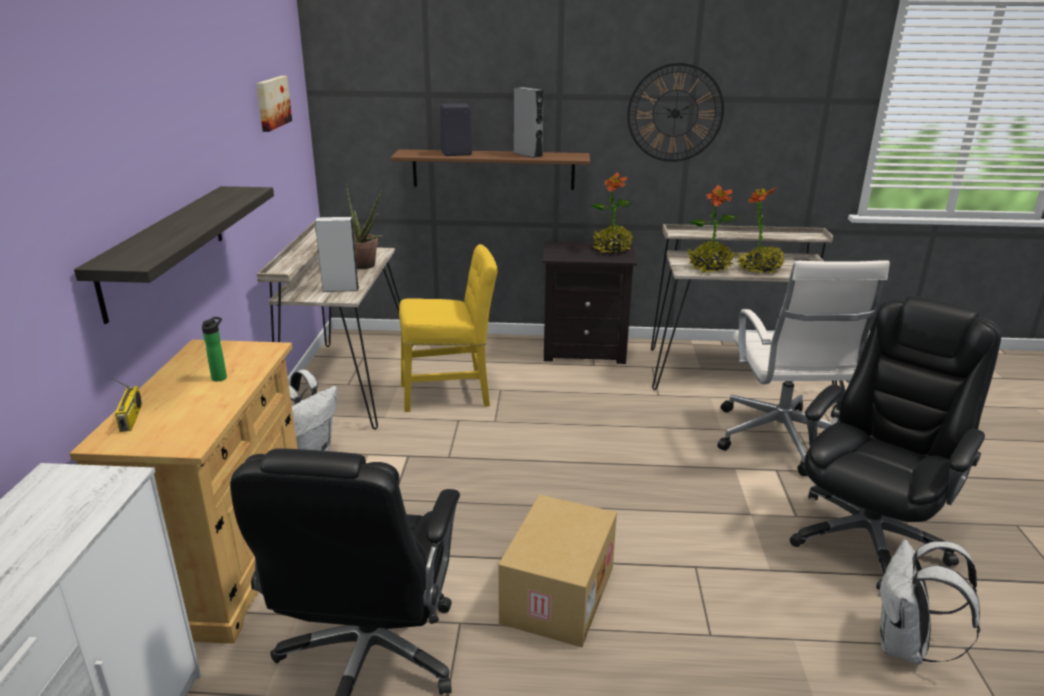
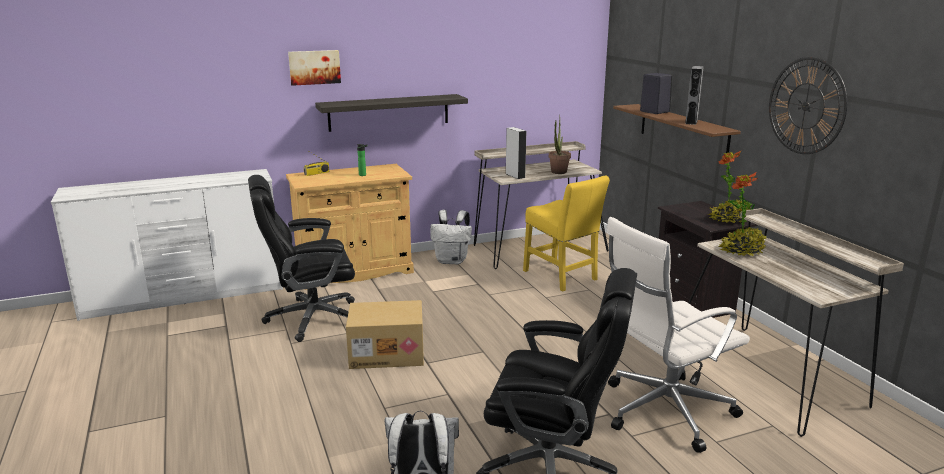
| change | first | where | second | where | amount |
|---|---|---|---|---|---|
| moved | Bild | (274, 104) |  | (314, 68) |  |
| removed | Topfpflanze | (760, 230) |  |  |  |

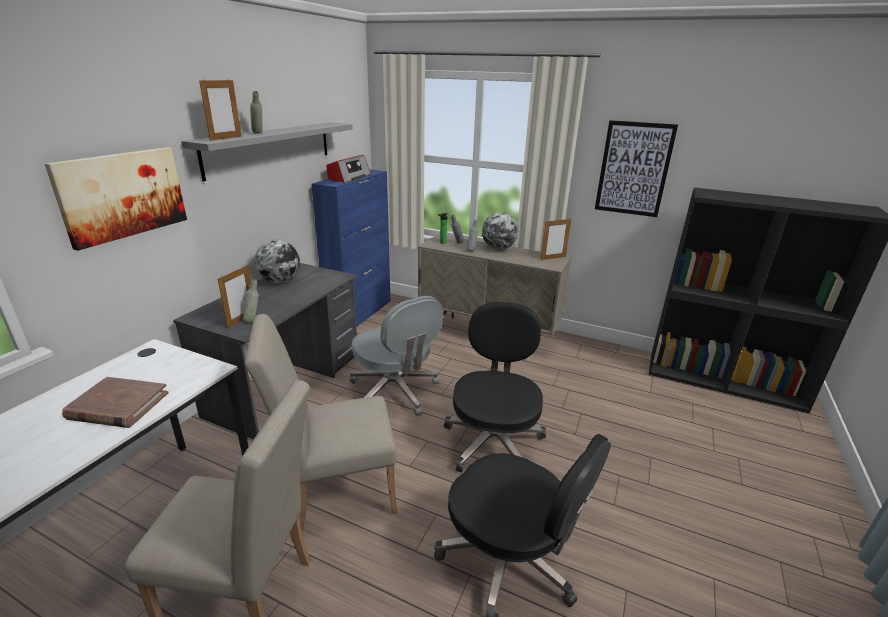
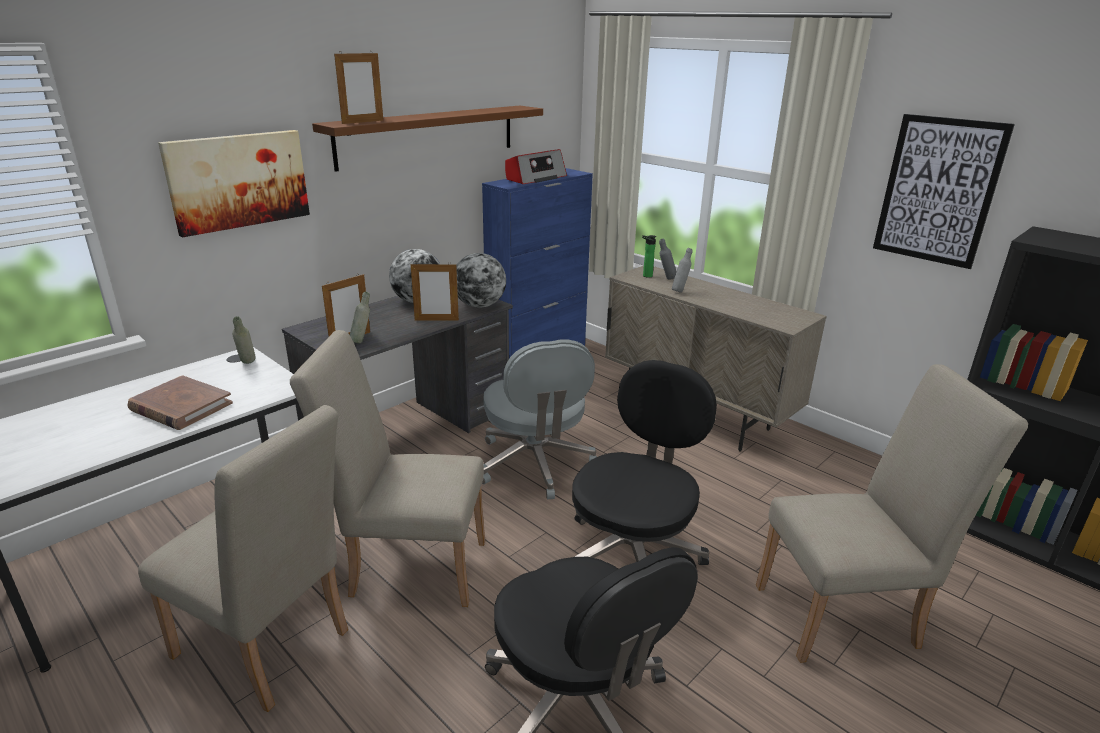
| change | first | where | second | where | amount |
|---|---|---|---|---|---|
| moved | Flasche/grau | (256, 112) |  | (244, 340) |  |
| recoloured | Wandregal/grau | (267, 151) | Wandregal/braun | (427, 139) |  |
| moved | Globus | (500, 231) |  | (481, 280) |  |
| moved | Bilderrahmen | (556, 239) |  | (435, 291) |  |
| added |  |  | Stuhl/beige | (892, 513) |  |

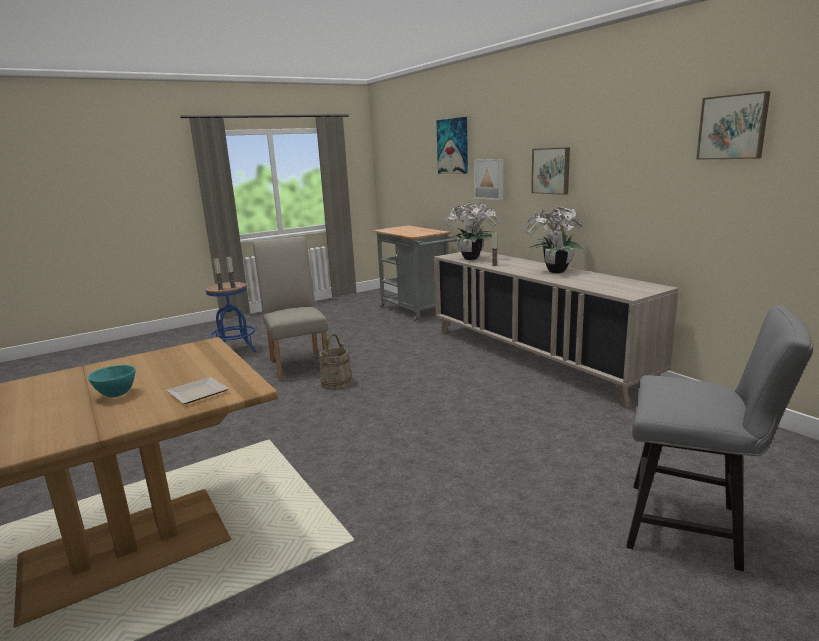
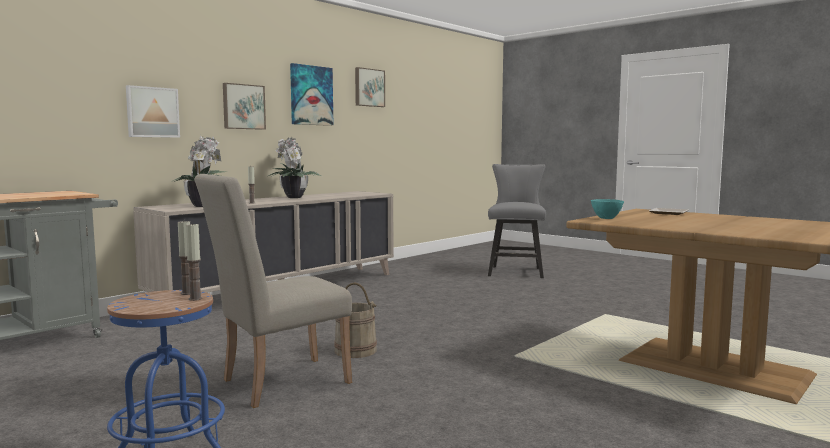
| change | first | where | second | where | amount |
|---|---|---|---|---|---|
| moved | Bild | (452, 145) |  | (312, 94) |  |
| moved | Schüssel/türkis | (112, 381) |  | (607, 209) |  |

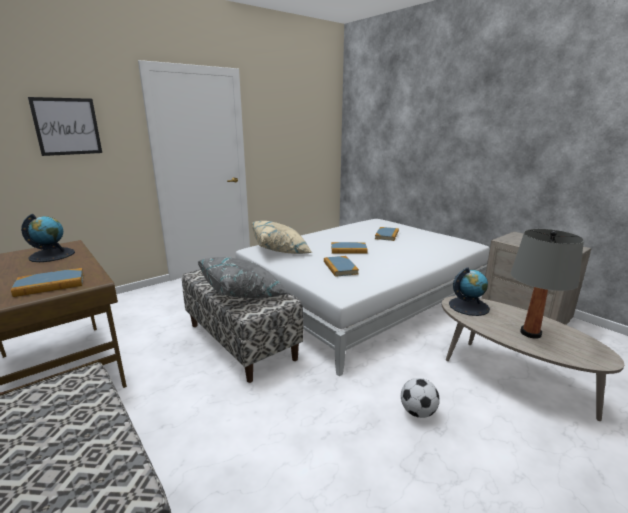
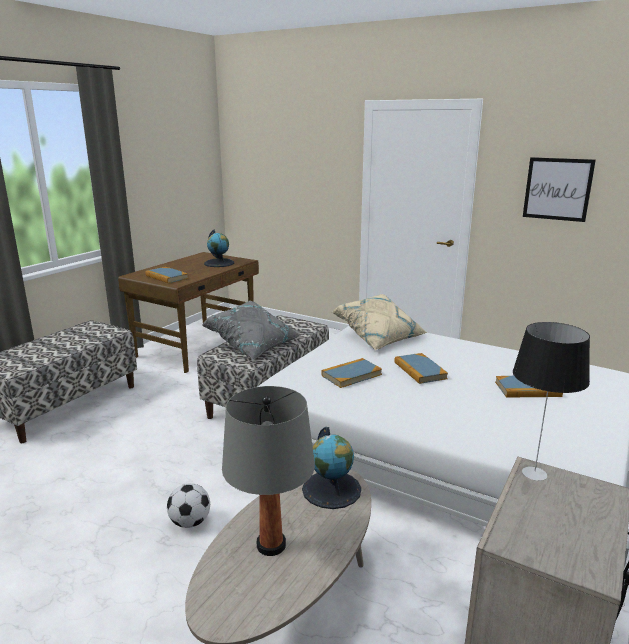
| change | first | where | second | where | amount |
|---|---|---|---|---|---|
| moved | Bild | (65, 126) |  | (559, 189) |  |
| added |  |  | Tischlampe | (551, 401) |  |

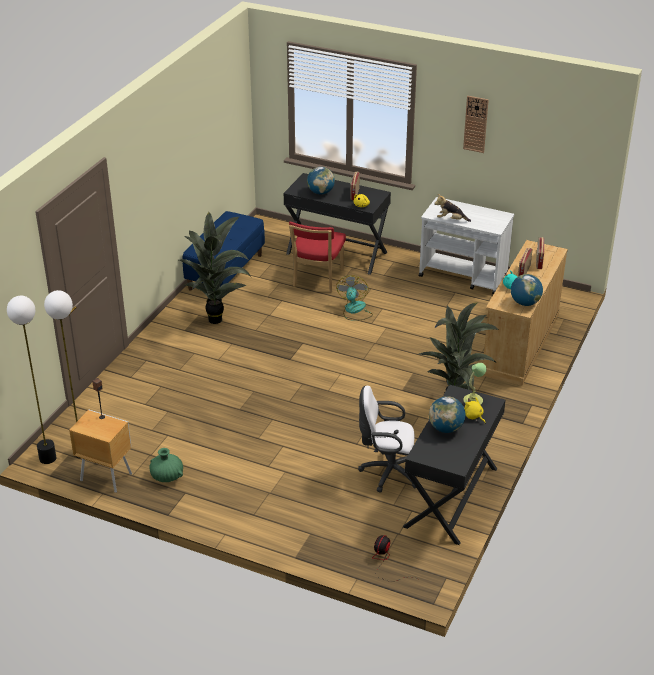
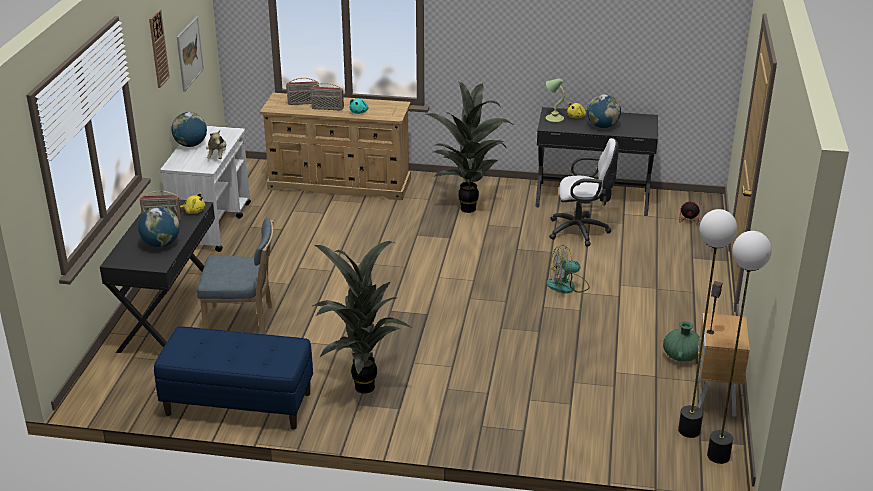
| change | first | where | second | where | amount |
|---|---|---|---|---|---|
| recoloured | Stuhl/rot | (317, 257) | Stuhl/blau | (235, 275) |  |
| moved | Globus | (527, 290) |  | (189, 129) |  |
| moved | Ventilator | (354, 298) |  | (568, 269) |  |
| turned | Bürostuhl/weiß | (387, 439) |  | (584, 192) | 75 degrees counterclockwise |
| added |  |  | Bild | (190, 54) |  |

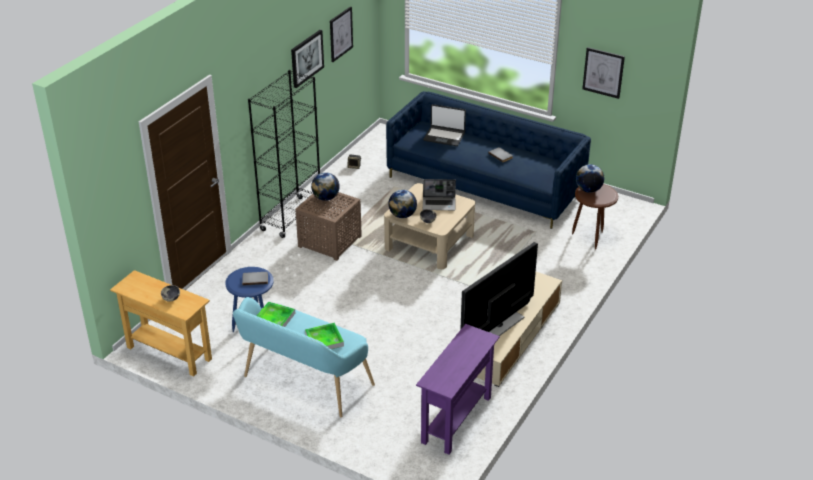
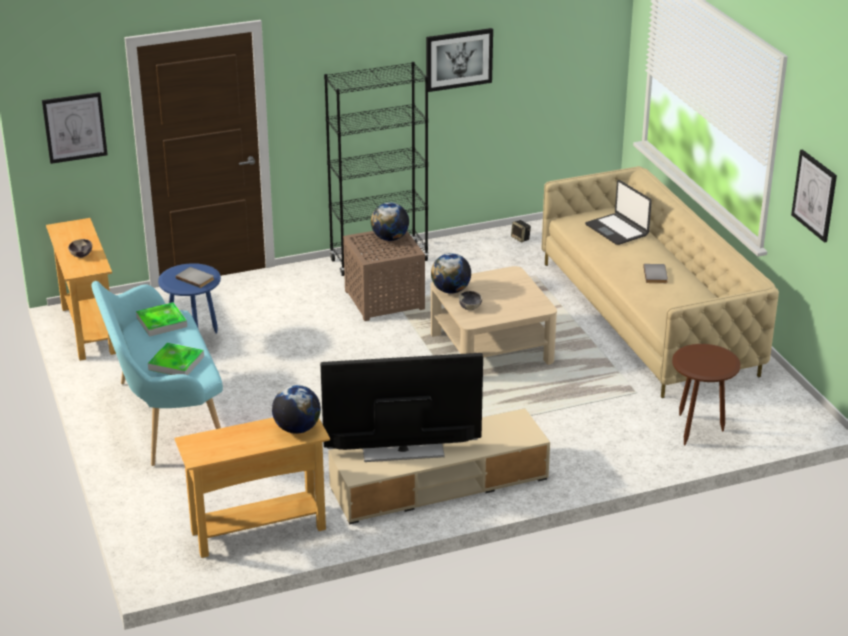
| change | first | where | second | where | amount |
|---|---|---|---|---|---|
| moved | Bild | (341, 34) |  | (75, 128) |  |
| recoloured | Sofa/blau | (488, 160) | Sofa/beige | (660, 282) |  |
| moved | Globus | (590, 178) |  | (296, 409) |  |
| removed | Laptop | (439, 194) |  |  |  |
| recoloured | Konsolentisch/lila | (458, 389) | Konsolentisch/beige | (252, 488) |  |

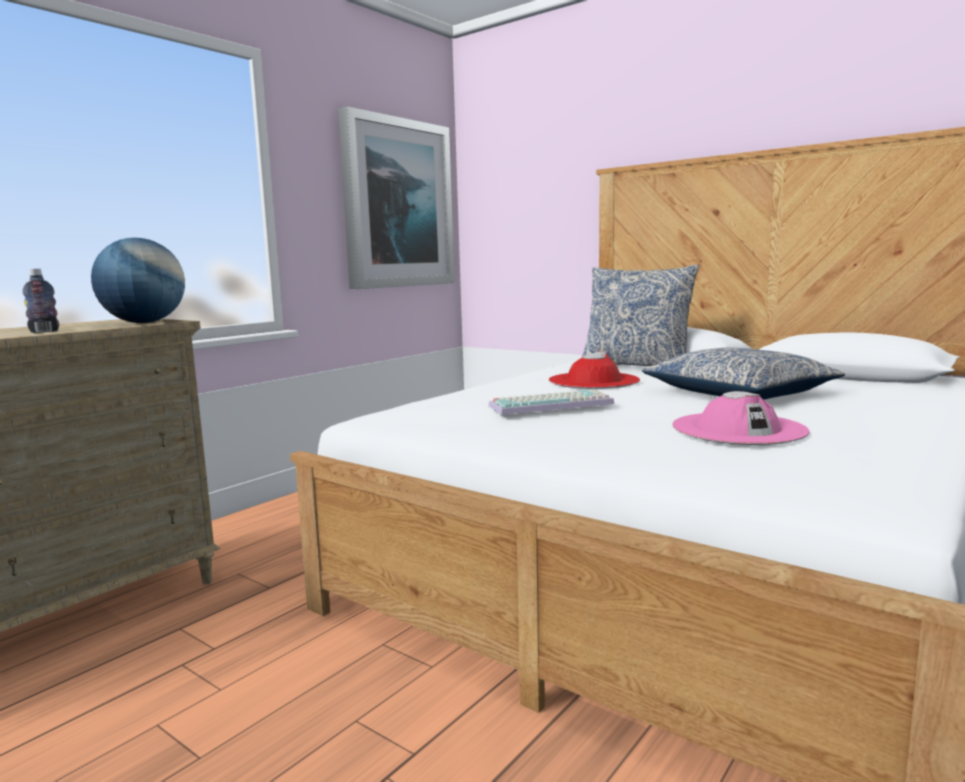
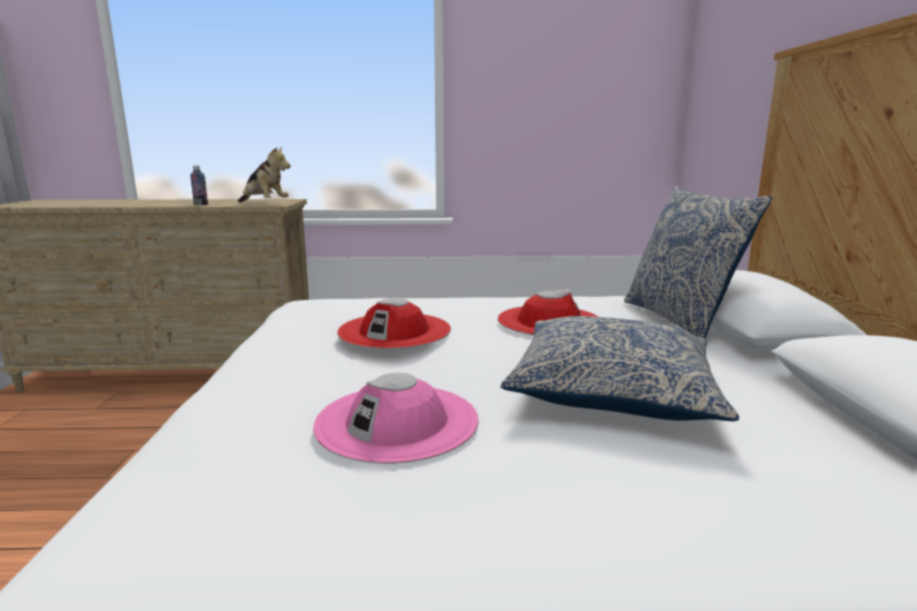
| change | first | where | second | where | amount |
|---|---|---|---|---|---|
| removed | Bild | (396, 197) |  |  |  |
| replaced | Globus | (138, 280) | Plüschtier | (264, 174) |  |
| replaced | Tastatur | (551, 402) | Hut/rot | (394, 323) |  |

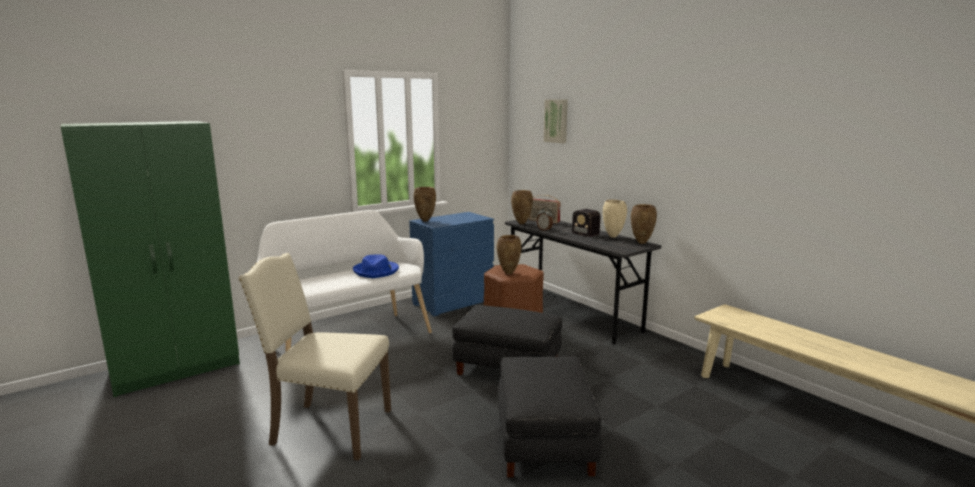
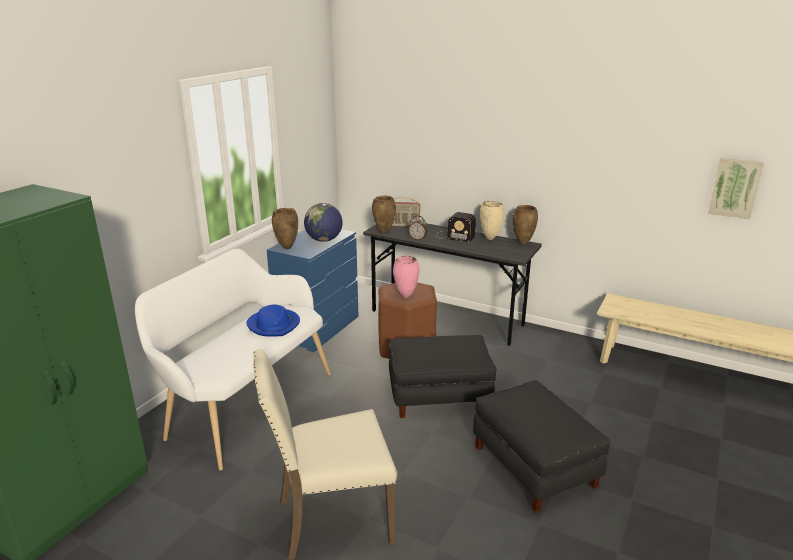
| change | first | where | second | where | amount |
|---|---|---|---|---|---|
| moved | Bild | (556, 121) |  | (736, 188) |  |
| recoloured | Vase/braun | (509, 254) | Vase/rosa | (406, 277) |  |
| added |  |  | Globus | (323, 222) |  |

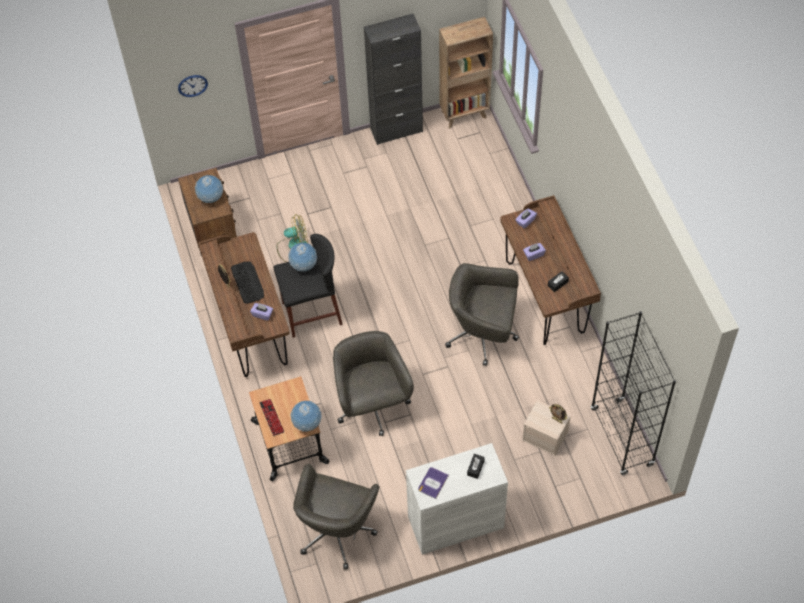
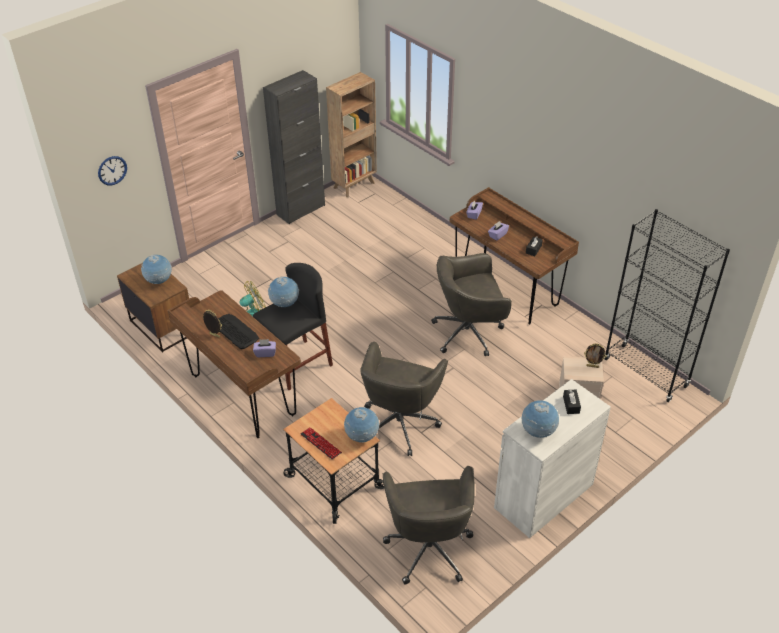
| change | first | where | second | where | amount |
|---|---|---|---|---|---|
| turned | Bürostuhl/grau | (373, 383) |  | (404, 399) | 120 degrees counterclockwise |
| replaced | Buch | (433, 483) | Globus | (540, 419) |  |

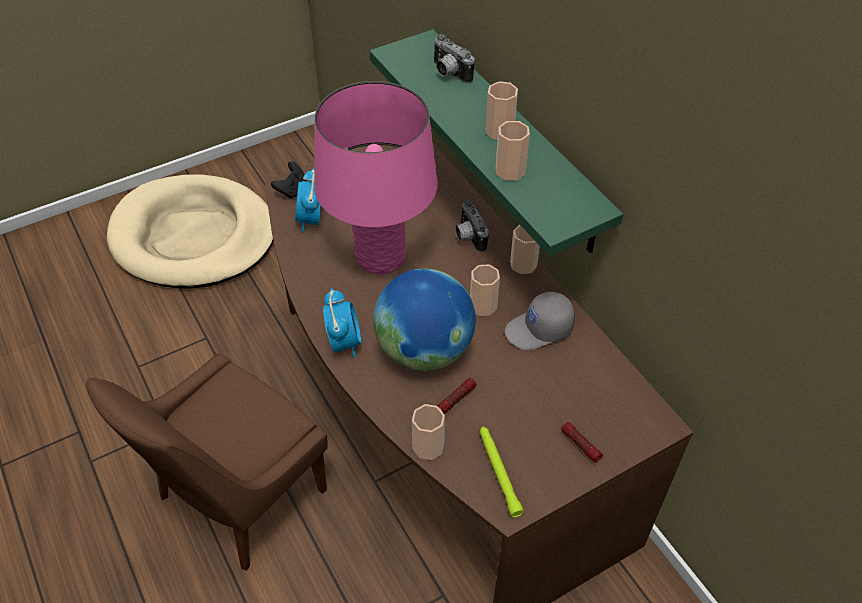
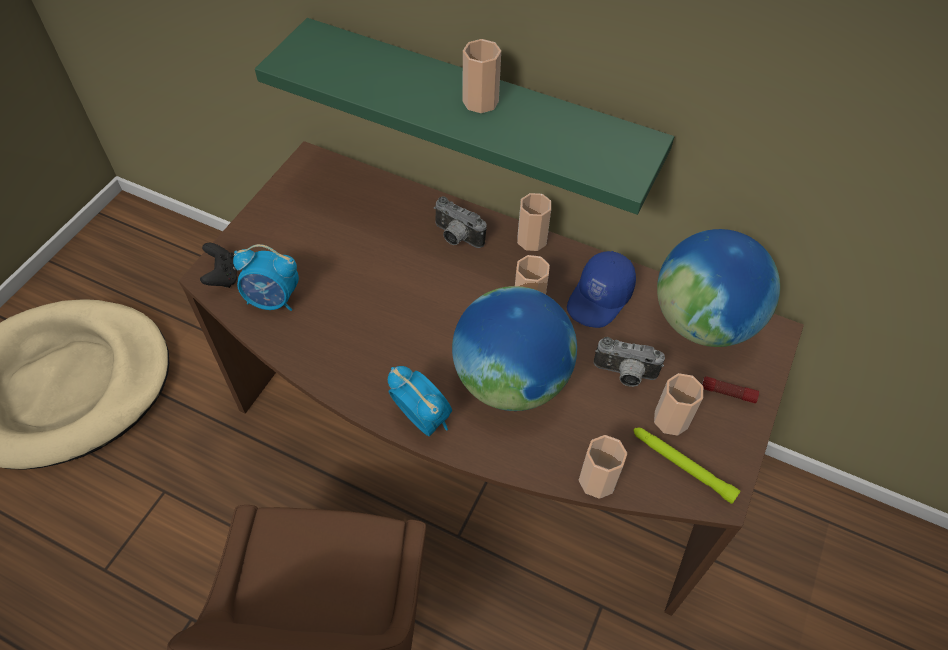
| change | first | where | second | where | amount |
|---|---|---|---|---|---|
| moved | Kamera | (454, 58) |  | (629, 362) |  |
| removed | Tischlampe/rosa | (376, 178) |  |  |  |
| moved | Tasse | (513, 150) |  | (678, 404) |  |
| turned | Wecker | (308, 200) |  | (266, 277) | 45 degrees counterclockwise |
| recoloured | Kappe/grau | (540, 321) | Kappe/blau | (601, 289) |  |
| removed | Taschenlampe | (457, 396) |  |  |  |
| added |  |  | Globus | (718, 288) |  |

